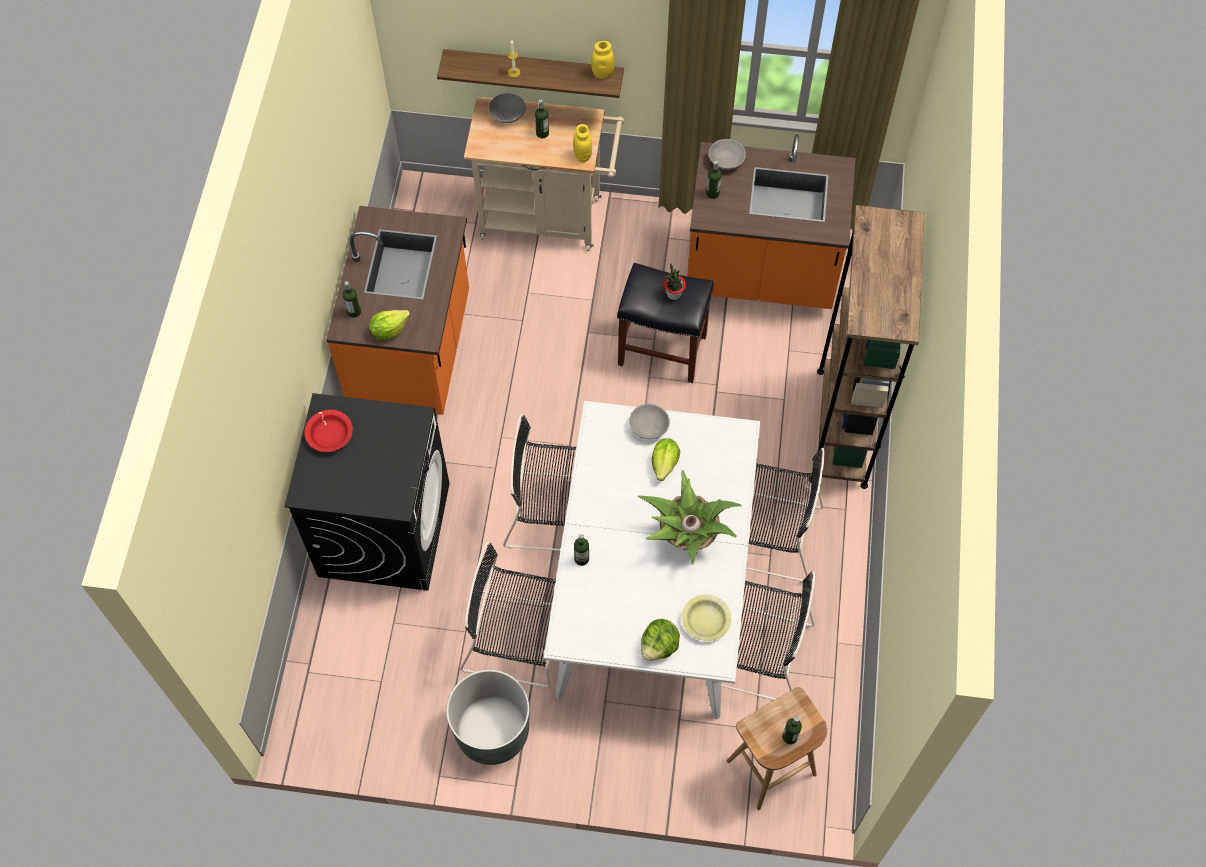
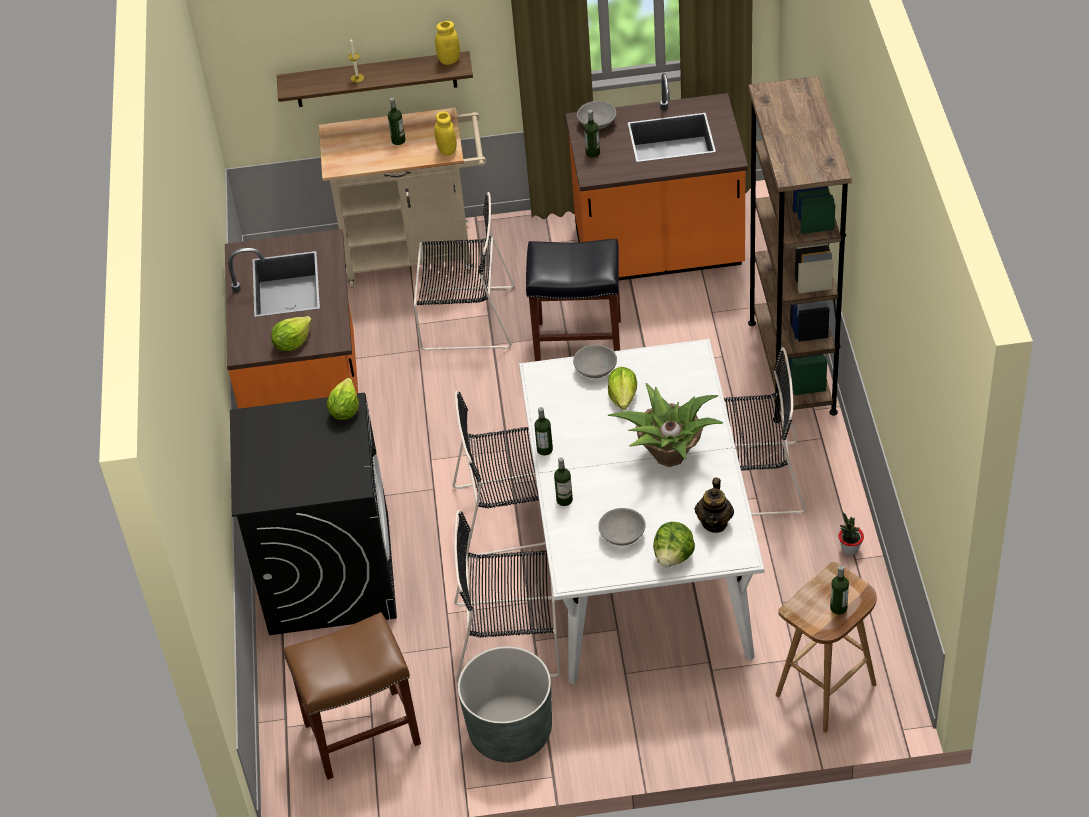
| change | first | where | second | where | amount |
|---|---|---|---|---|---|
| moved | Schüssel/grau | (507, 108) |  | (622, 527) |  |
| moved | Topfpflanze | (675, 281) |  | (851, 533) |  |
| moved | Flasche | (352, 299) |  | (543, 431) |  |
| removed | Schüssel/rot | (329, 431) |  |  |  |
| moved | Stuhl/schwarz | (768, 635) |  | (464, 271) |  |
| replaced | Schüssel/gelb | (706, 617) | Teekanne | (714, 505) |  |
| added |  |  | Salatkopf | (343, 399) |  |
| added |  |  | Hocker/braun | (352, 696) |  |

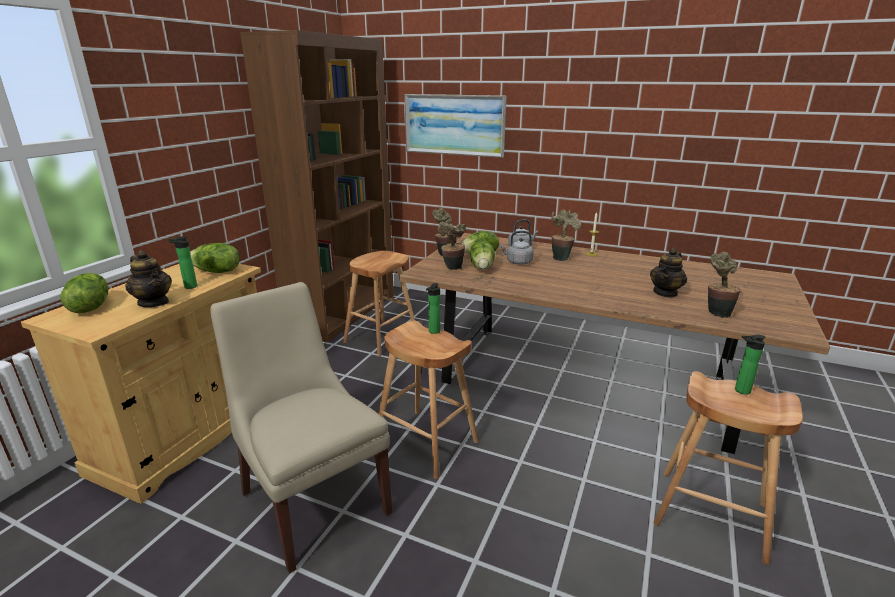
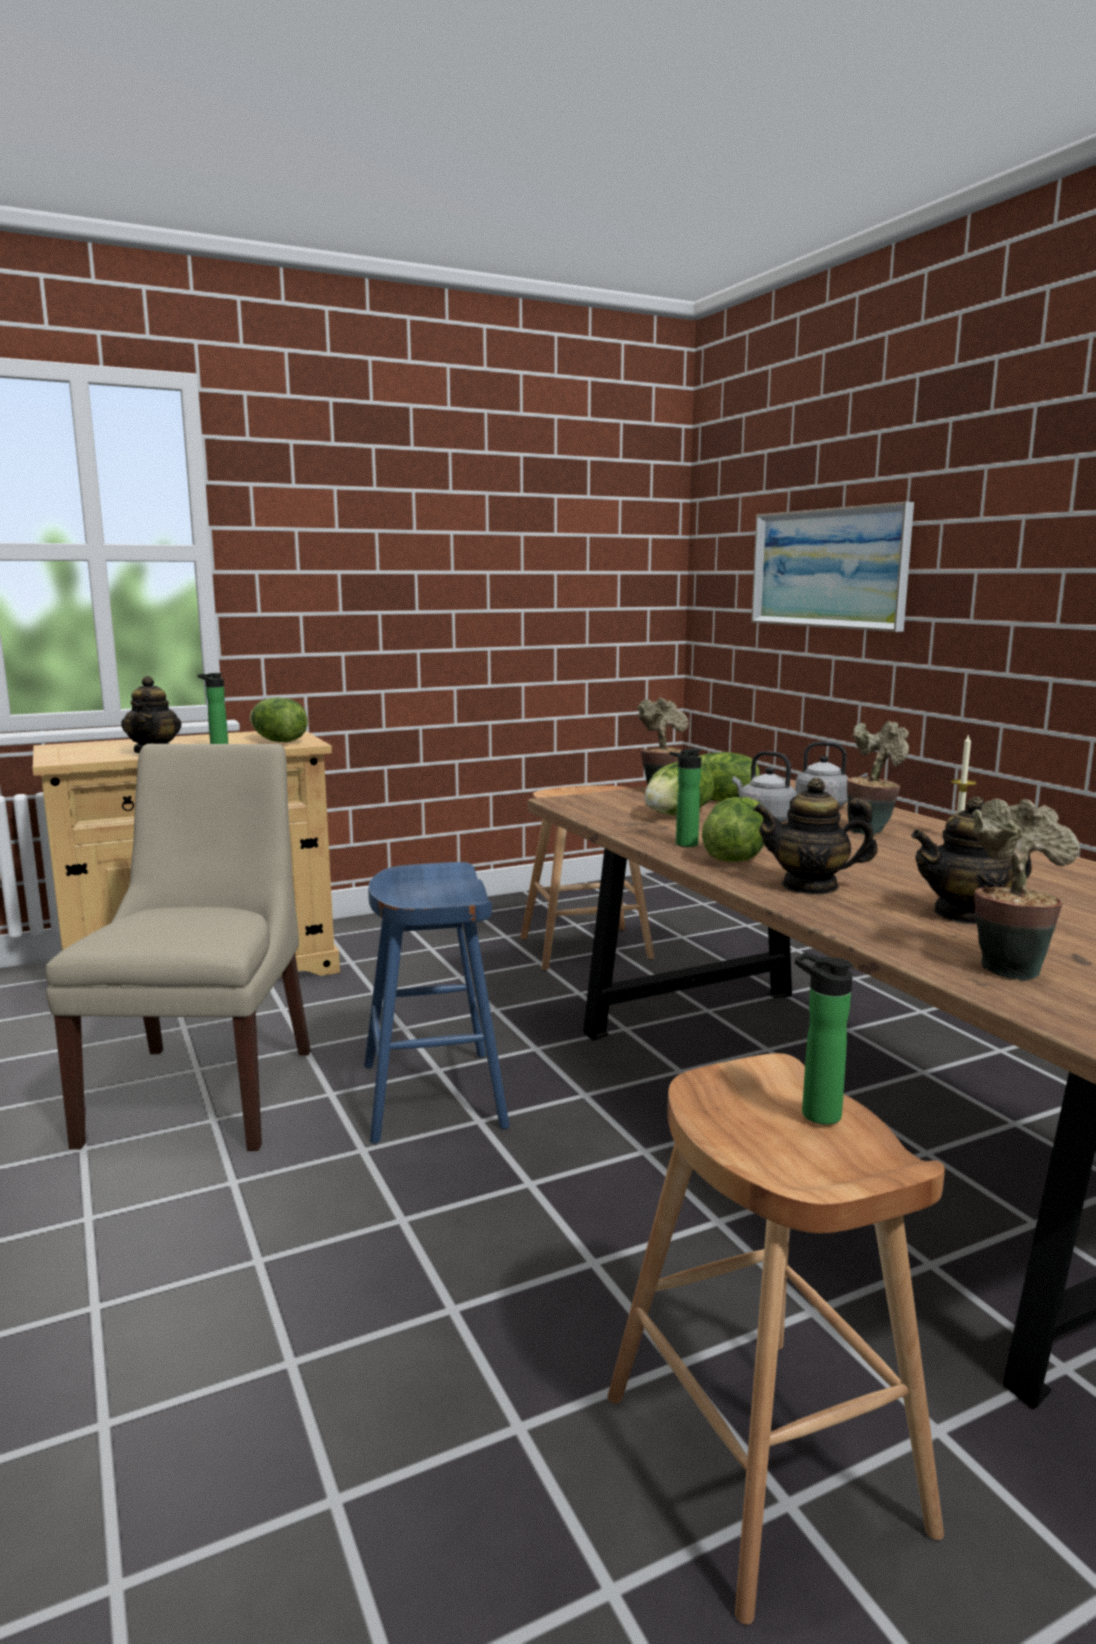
| change | first | where | second | where | amount |
|---|---|---|---|---|---|
| removed | Bücherregal/braun | (317, 186) |  |  |  |
| removed | Topfpflanze | (452, 245) |  |  |  |
| moved | Salatkopf | (84, 293) |  | (733, 829) |  |
| moved | Flasche | (433, 308) |  | (685, 798) |  |
| recoloured | Hocker/braun | (429, 399) | Hocker/blau | (437, 1003) |  |
| added |  |  | Teekanne | (815, 836) |  |

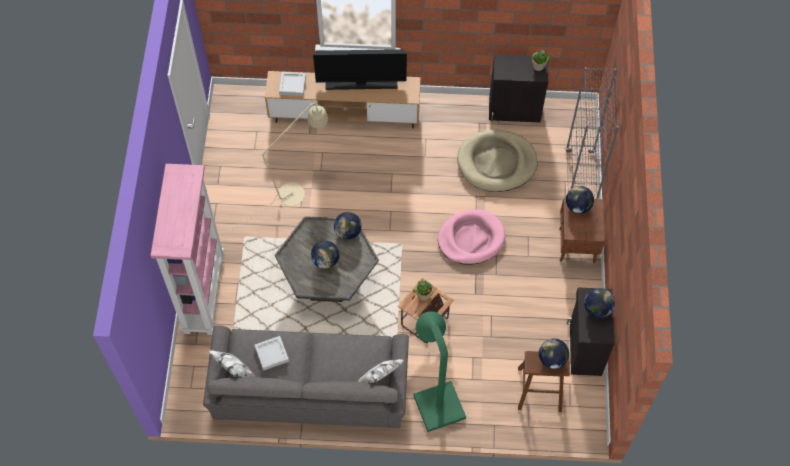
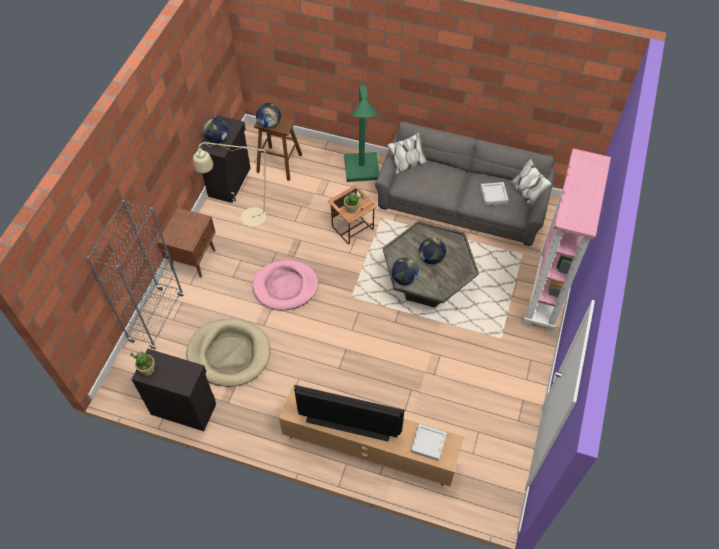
| change | first | where | second | where | amount |
|---|---|---|---|---|---|
| moved | Stehlampe/beige | (279, 166) |  | (256, 184) |  |
| removed | Globus | (580, 200) |  |  |  |

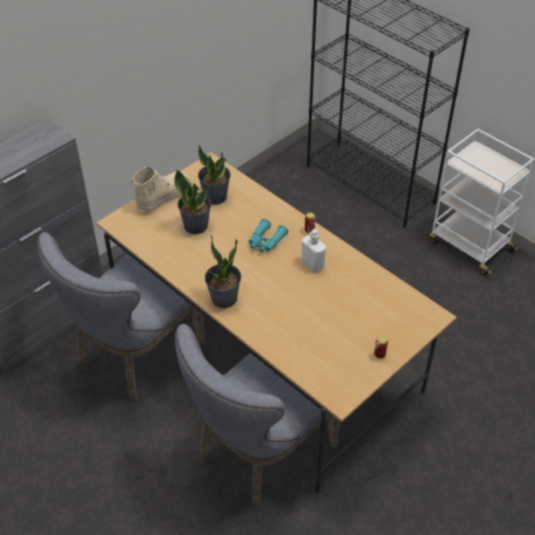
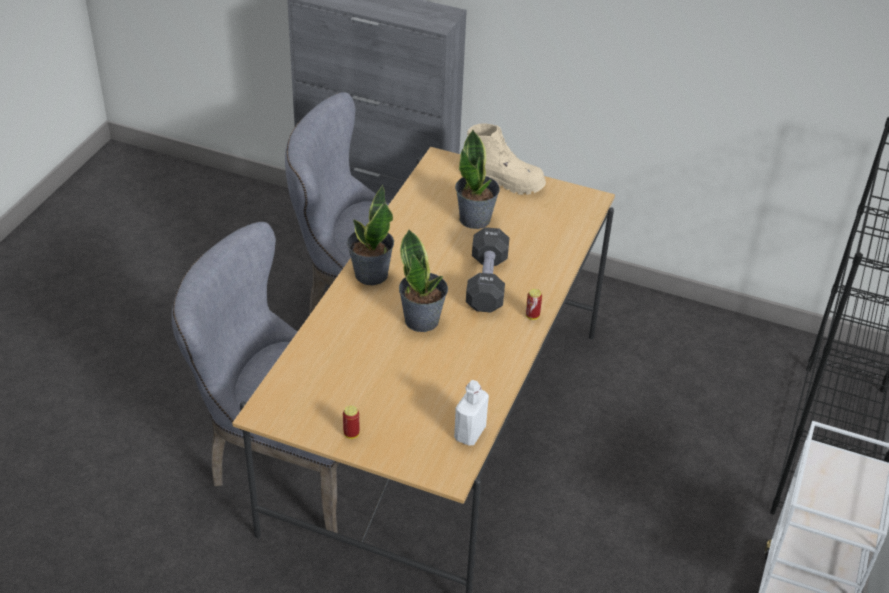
| change | first | where | second | where | amount |
|---|---|---|---|---|---|
| moved | Topfpflanze | (214, 175) |  | (423, 280) |  |
| replaced | Fernglas/türkis | (268, 236) | Hantel/schwarz | (487, 270) |  |
| moved | Flasche/weiß | (313, 250) |  | (471, 412) |  |

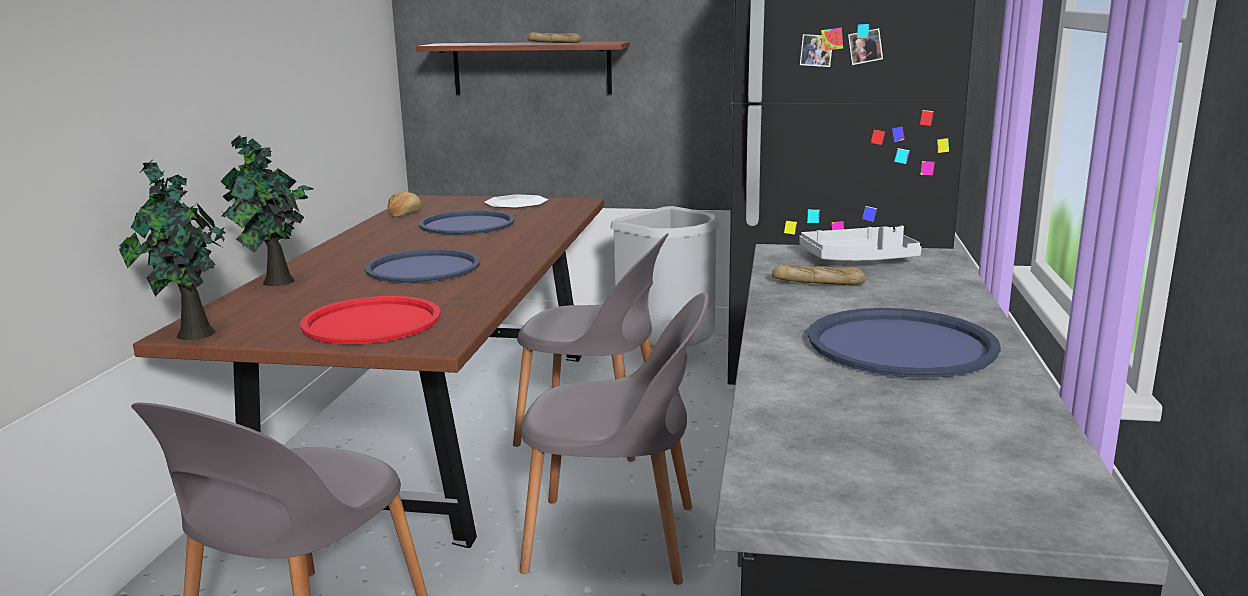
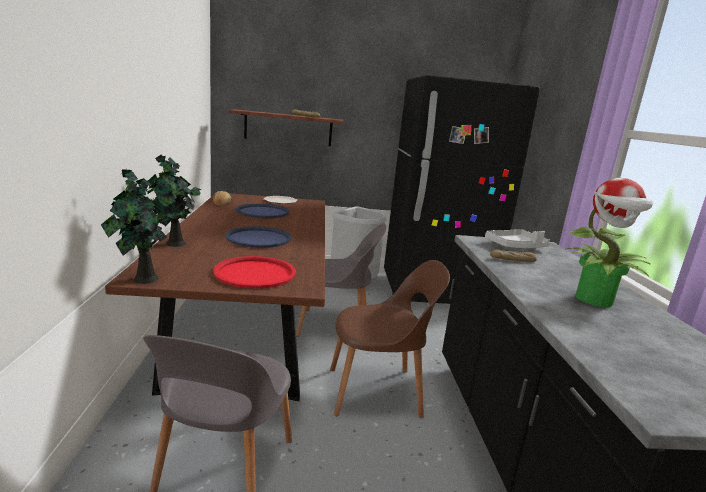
| change | first | where | second | where | amount |
|---|---|---|---|---|---|
| recoloured | Stuhl/grau | (614, 438) | Stuhl/braun | (390, 339) |  |
| replaced | Tablett/blau | (904, 343) | Topfpflanze | (609, 242) |  |

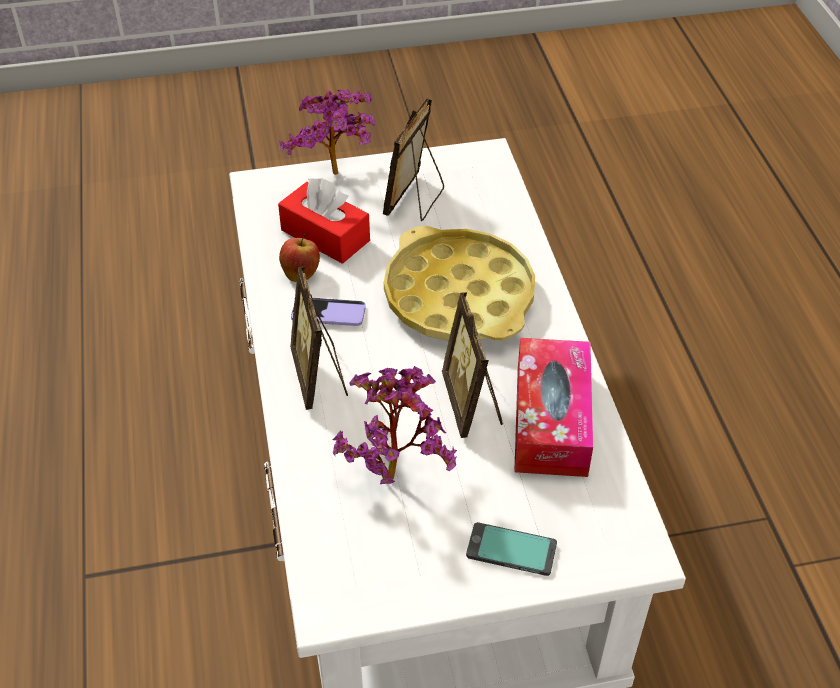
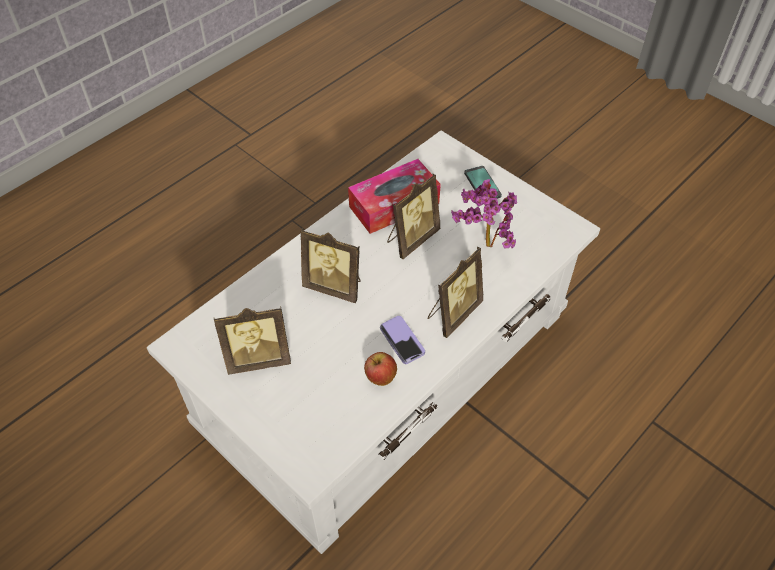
| change | first | where | second | where | amount |
|---|---|---|---|---|---|
| removed | Topfpflanze | (327, 131) |  |  |  |
| removed | Taschentuchbox/rot | (324, 221) |  |  |  |
| replaced | Tablett/gelb | (459, 283) | Bilderrahmen | (331, 265) |  |

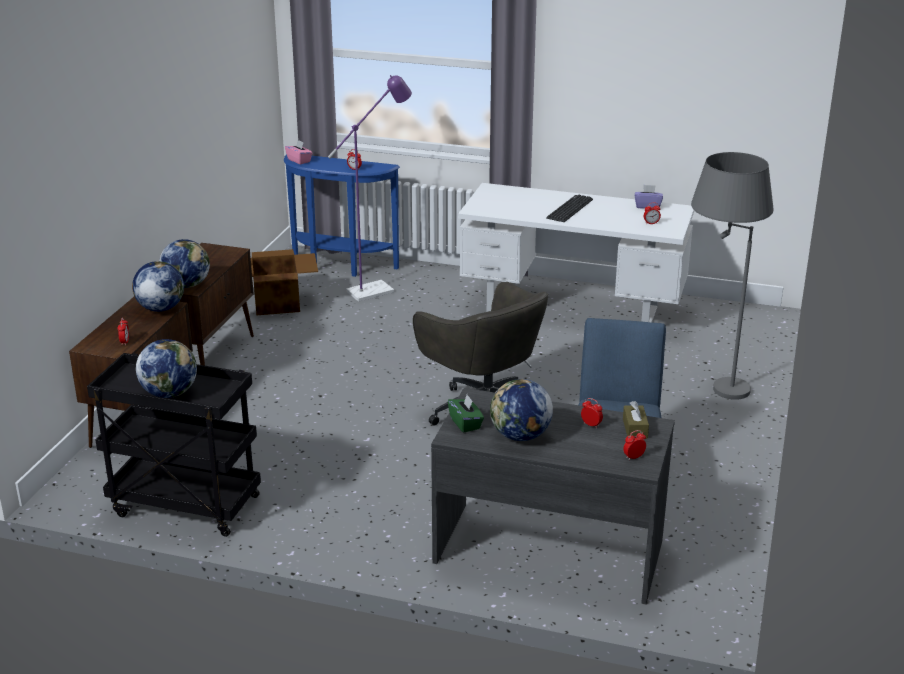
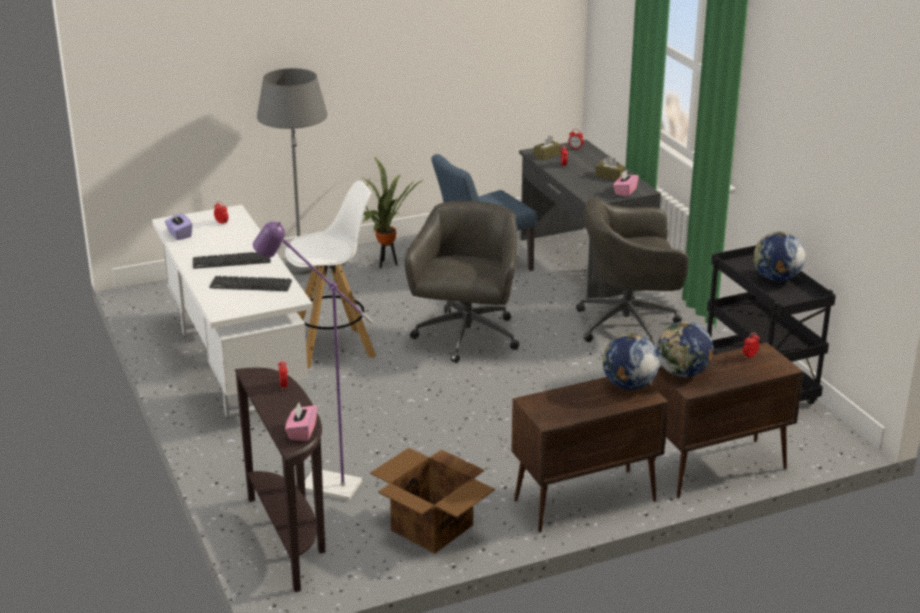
| change | first | where | second | where | amount |
|---|---|---|---|---|---|
| recoloured | Konsolentisch/blau | (342, 215) | Konsolentisch/braun | (280, 480) |  |
| replaced | Globus | (521, 410) | Taschentuchbox/braun | (610, 168) |  |
| recoloured | Taschentuchbox/grün | (466, 414) | Taschentuchbox/rosa | (626, 183) |  |
| added |  |  | Topfpflanze | (392, 212) |  |
| added |  |  | Hocker/weiß | (330, 275) |  |
| added |  |  | Bürostuhl/grau | (632, 272) |  |
| added |  |  | Tastatur | (250, 283) |  |

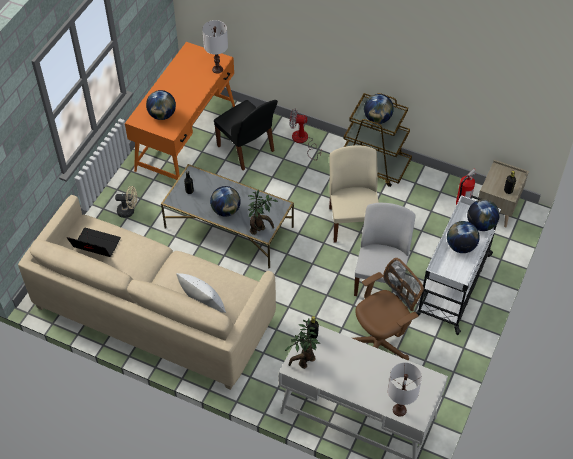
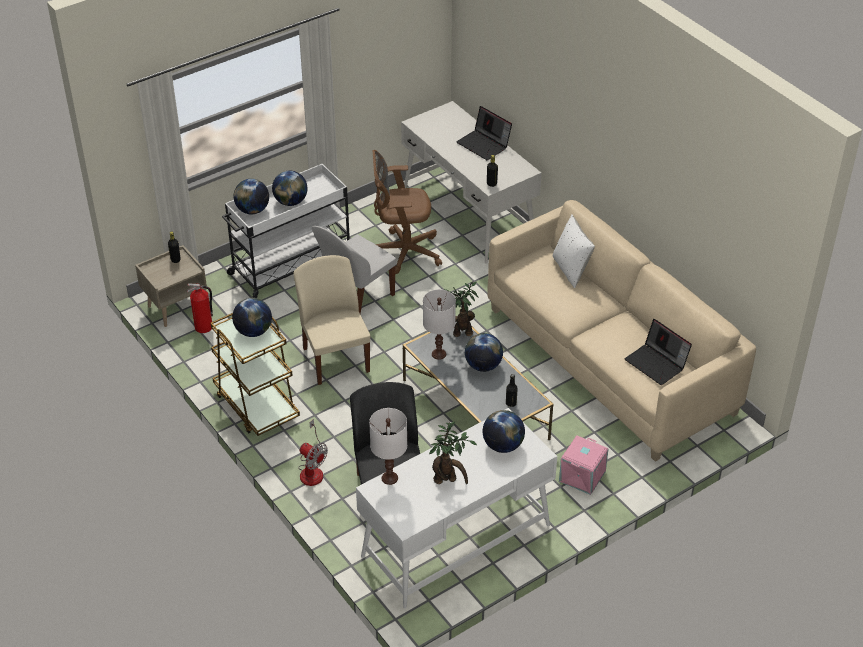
| change | first | where | second | where | amount |
|---|---|---|---|---|---|
| recoloured | Schreibtisch/orange | (180, 111) | Schreibtisch/weiß | (456, 508) |  |
| turned | Stuhl/beige | (354, 194) |  | (332, 320) | 135 degrees clockwise |
| replaced | Ventilator/beige | (126, 202) | Aufbewahrungsbox/rosa | (584, 465) |  |
| moved | Topfpflanze | (302, 344) |  | (453, 452) |  |
| moved | Tischlampe/weiß | (405, 389) |  | (439, 324) |  |
| added |  |  | Laptop | (484, 133) |  |

